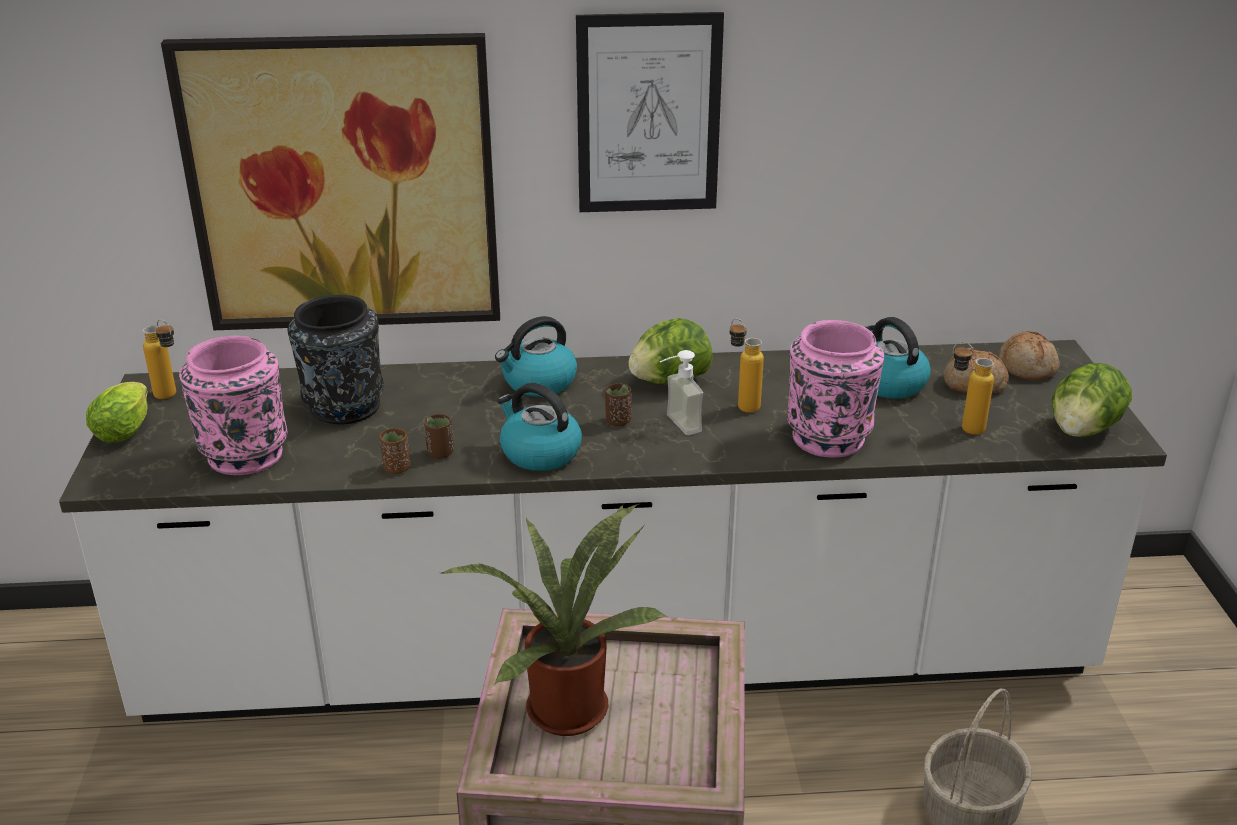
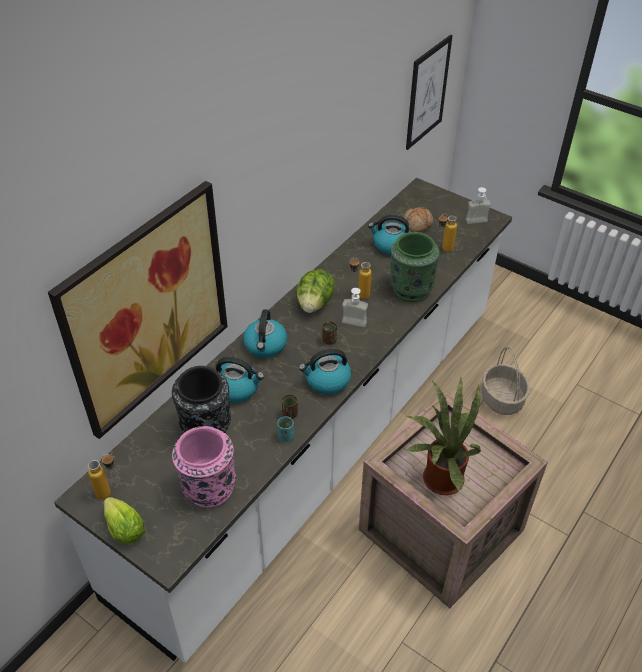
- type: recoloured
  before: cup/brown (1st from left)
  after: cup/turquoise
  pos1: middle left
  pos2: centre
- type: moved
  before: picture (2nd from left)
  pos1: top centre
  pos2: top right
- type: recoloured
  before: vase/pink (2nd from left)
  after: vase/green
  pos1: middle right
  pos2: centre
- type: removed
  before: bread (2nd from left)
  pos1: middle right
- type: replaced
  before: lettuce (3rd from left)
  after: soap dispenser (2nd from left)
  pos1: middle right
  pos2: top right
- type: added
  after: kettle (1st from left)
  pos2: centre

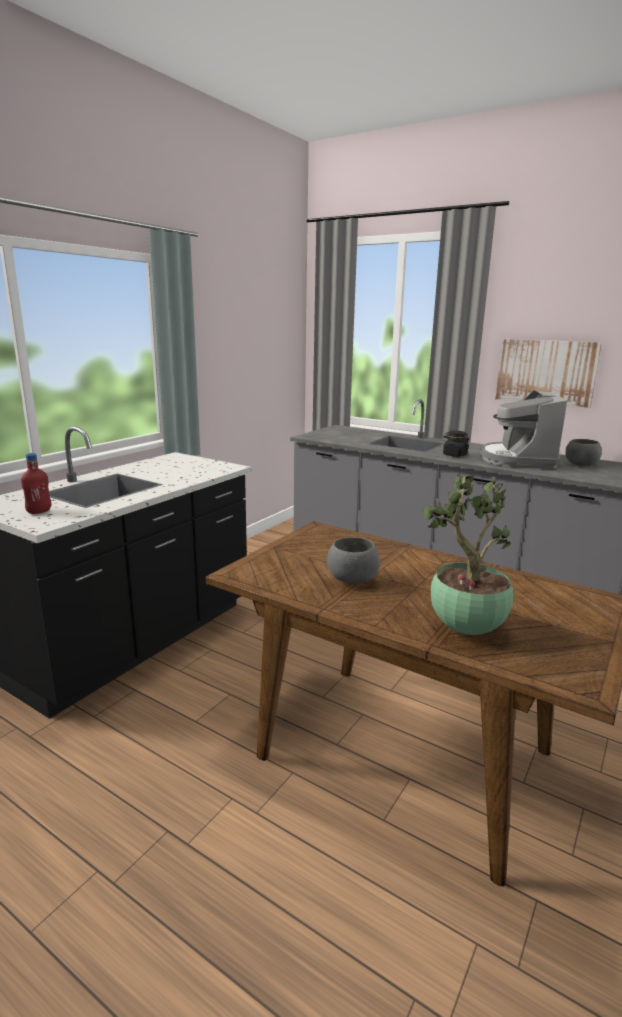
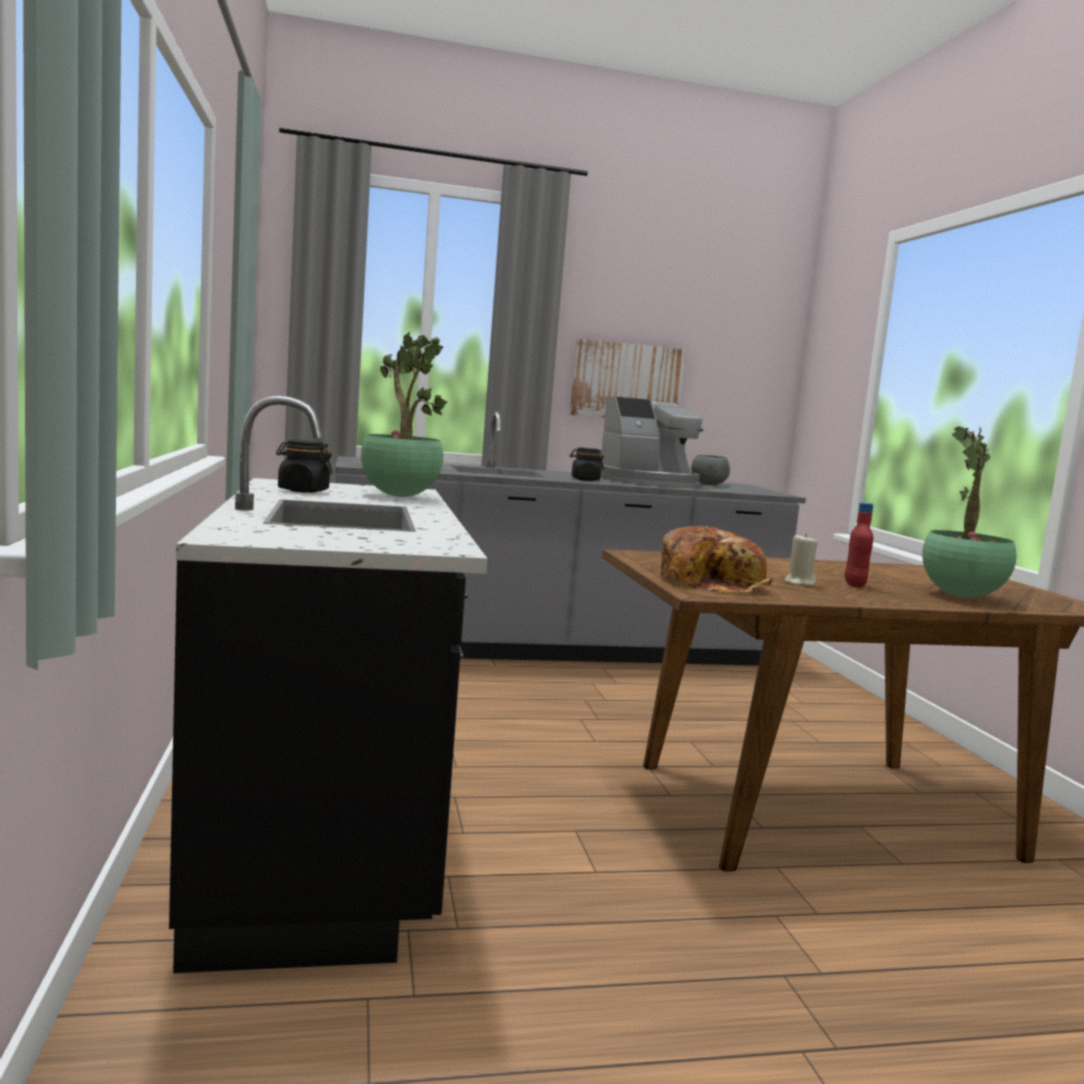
- type: moved
  before: bottle/red
  pos1: middle left
  pos2: middle right
- type: replaced
  before: bowl/grey (1st from left)
  after: candle/beige
  pos1: centre
  pos2: middle right
- type: turned
  before: coffee machine
  pos1: middle right
  pos2: centre
  turn: -75
- type: added
  after: jar/black (1st from left)
  pos2: middle left
- type: added
  after: potted plant (1st from left)
  pos2: centre
- type: added
  after: bread
  pos2: centre

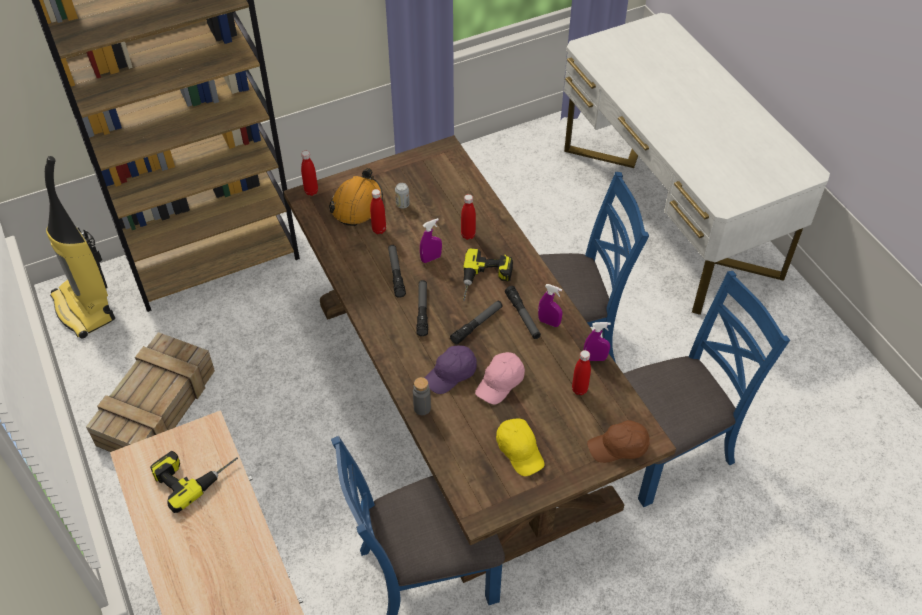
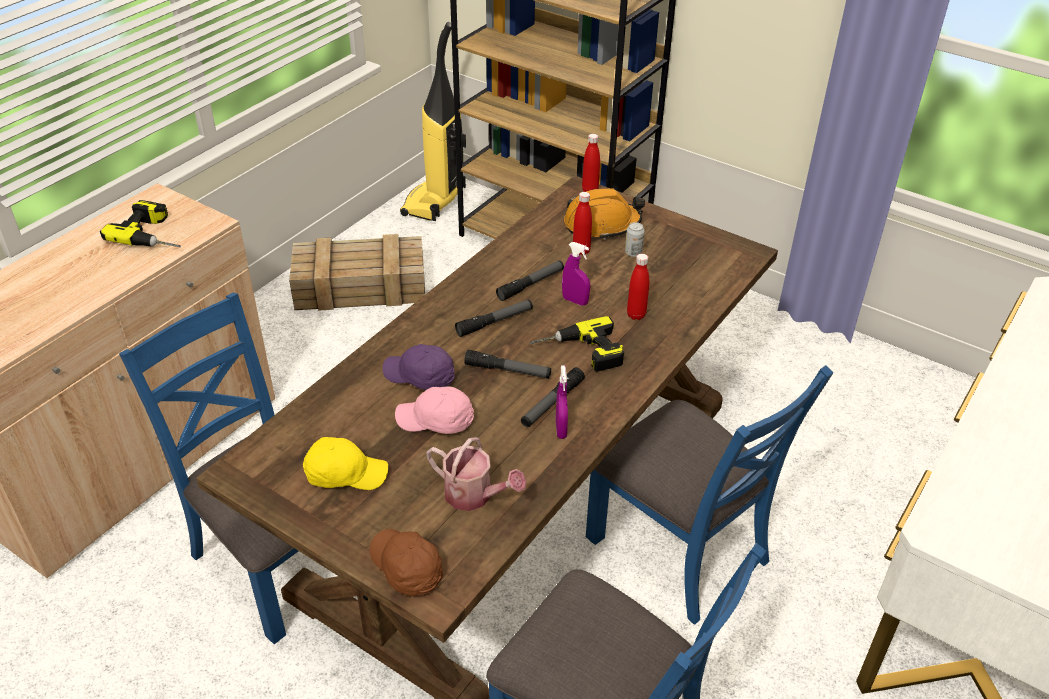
- type: removed
  before: bottle/grey
  pos1: centre
- type: turned
  before: cap/yellow
  pos1: bottom centre
  pos2: middle left
  turn: -120
- type: replaced
  before: bottle/red (4th from left)
  after: watering can
  pos1: centre
  pos2: bottom centre
- type: removed
  before: spray bottle/purple (3rd from left)
  pos1: centre

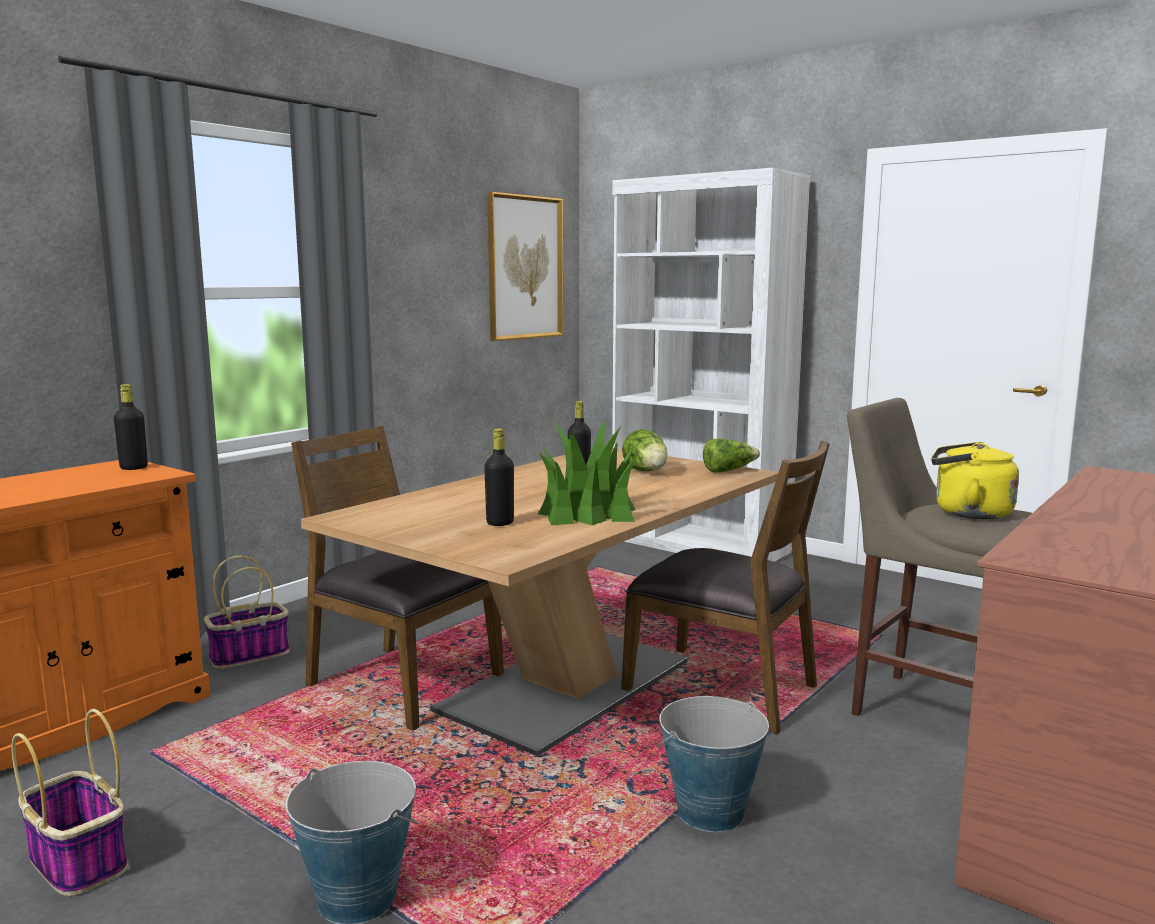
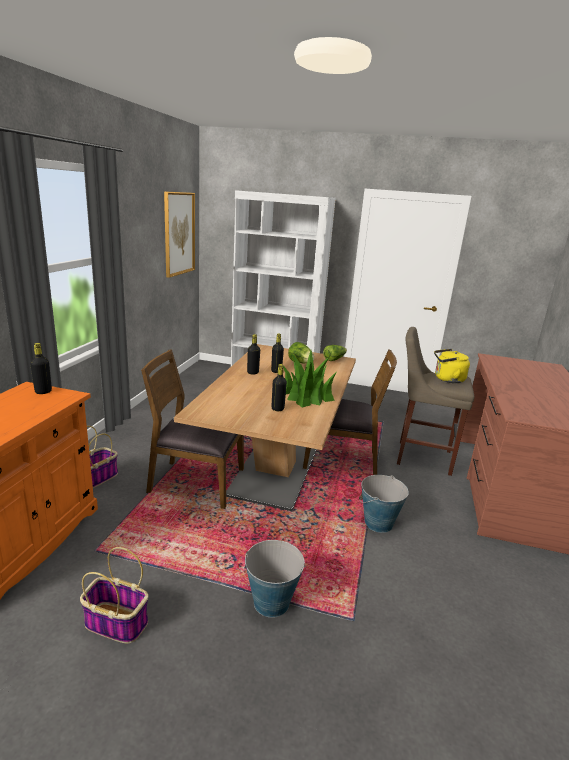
- type: added
  after: bottle/black (2nd from left)
  pos2: centre

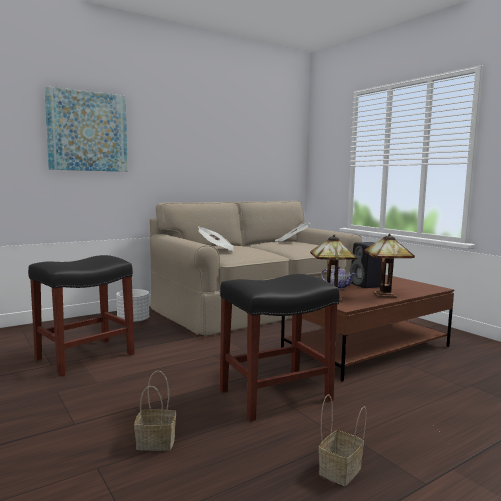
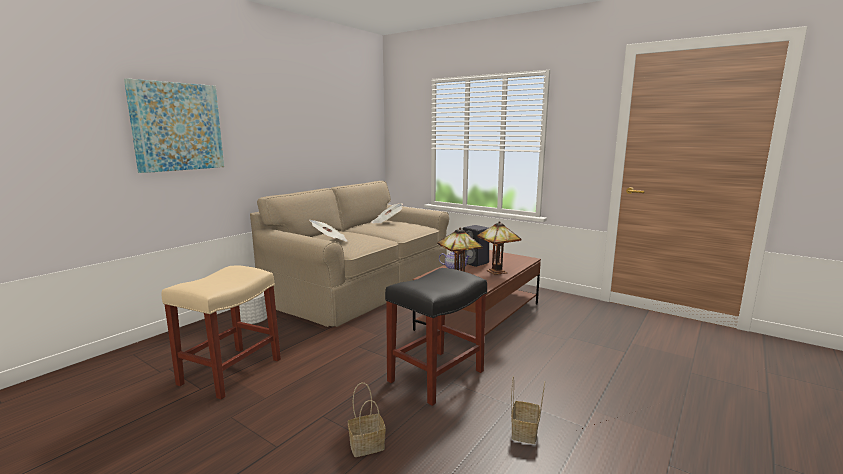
- type: recoloured
  before: stool/black (1st from left)
  after: stool/beige
  pos1: middle left
  pos2: bottom left

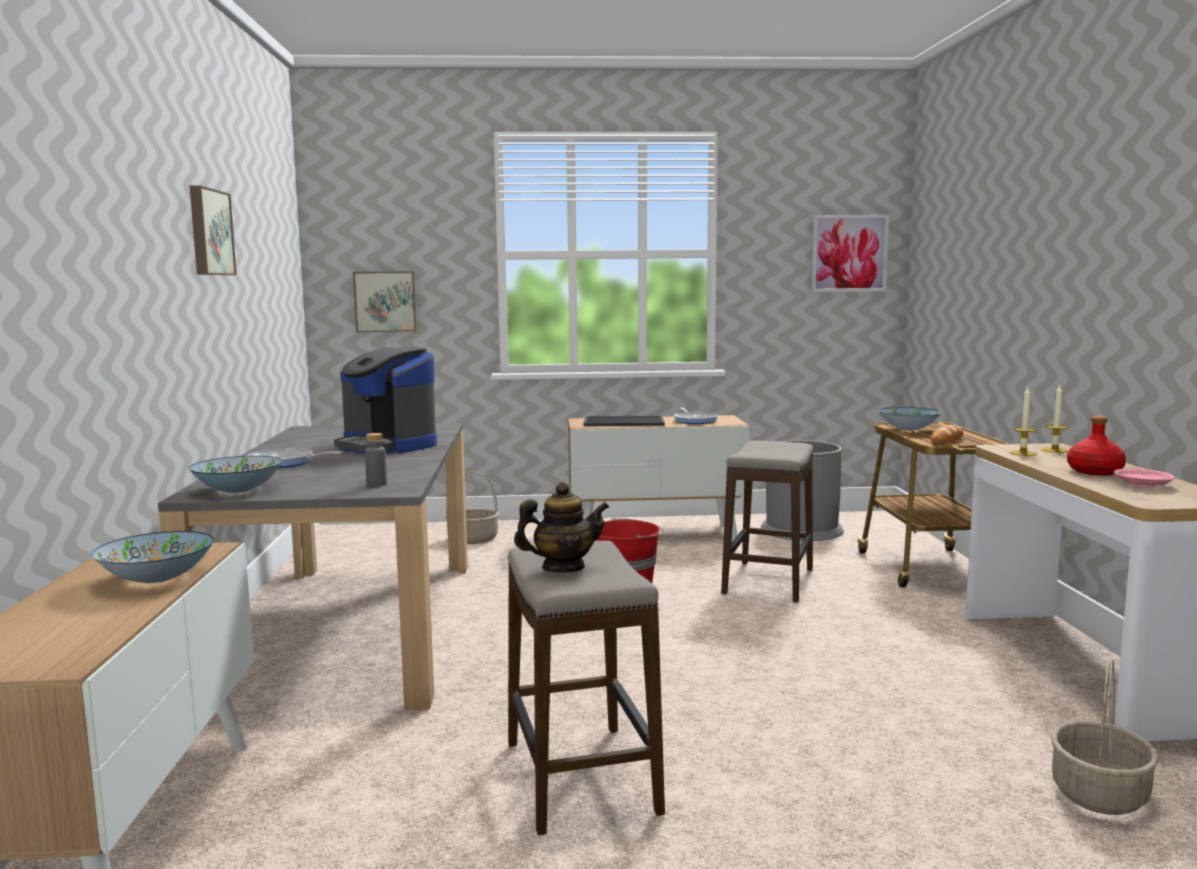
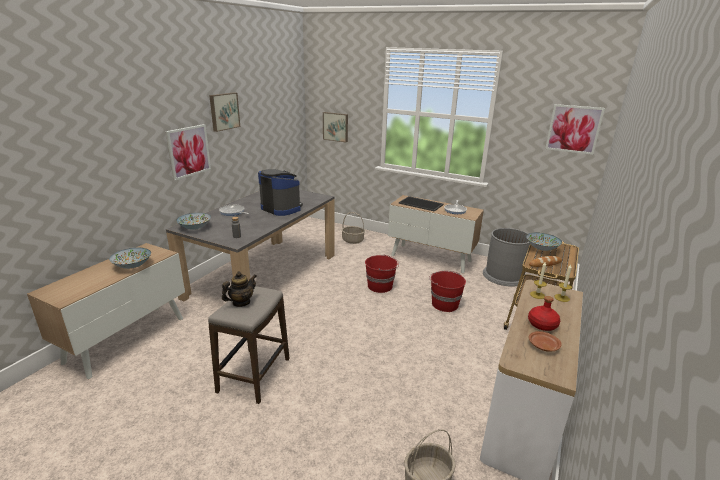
- type: turned
  before: coffee machine
  pos1: middle left
  pos2: centre
  turn: 150
- type: turned
  before: teapot
  pos1: centre
  pos2: middle left
  turn: -60
- type: replaced
  before: stool (2nd from left)
  after: bucket/red (2nd from left)
  pos1: centre
  pos2: centre
- type: recoloured
  before: plate/pink
  after: plate/brown
  pos1: middle right
  pos2: bottom right
- type: added
  after: picture (1st from left)
  pos2: top left

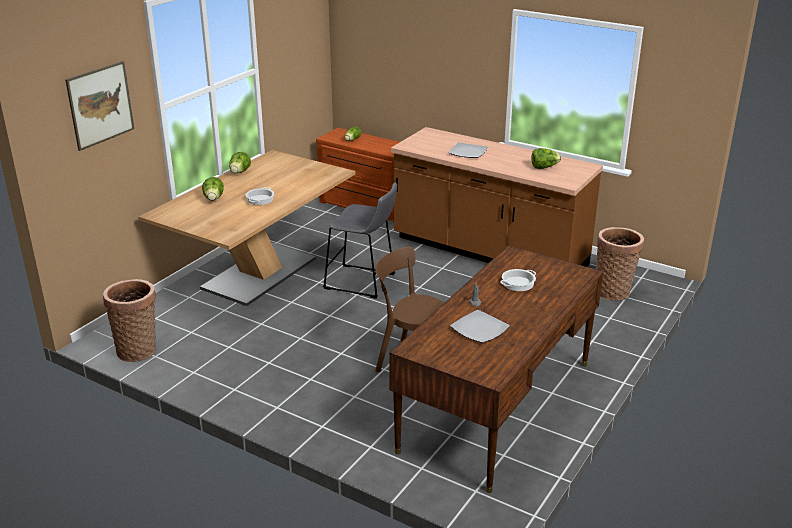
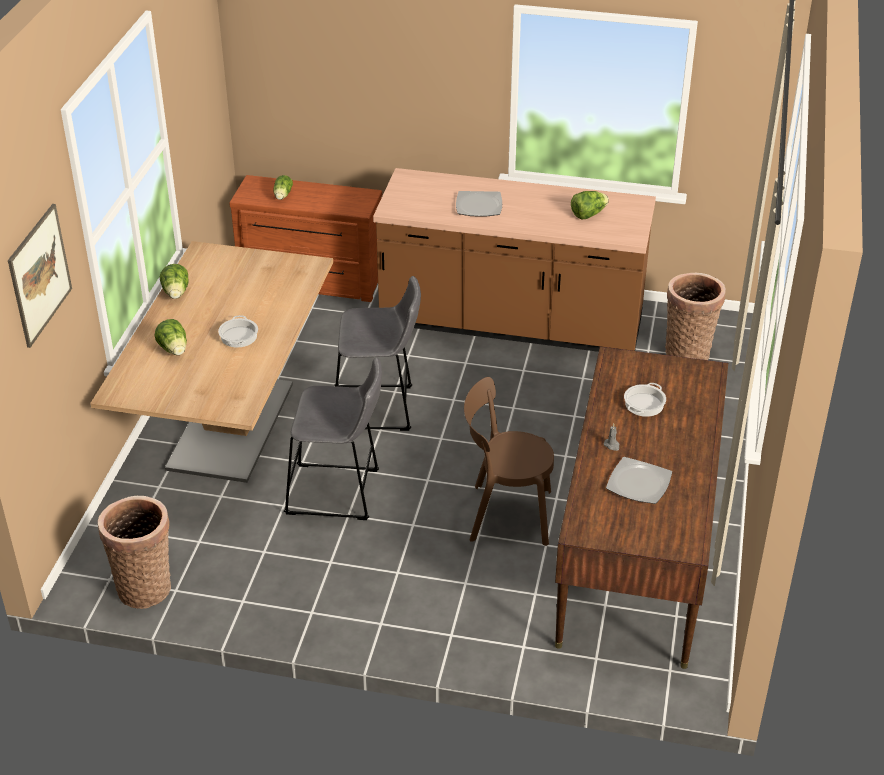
- type: added
  after: stool/grey (1st from left)
  pos2: centre

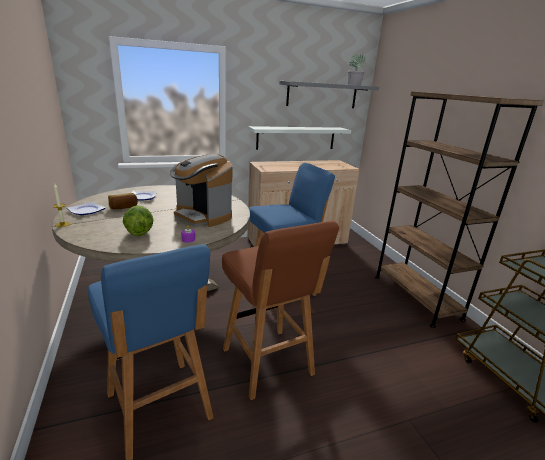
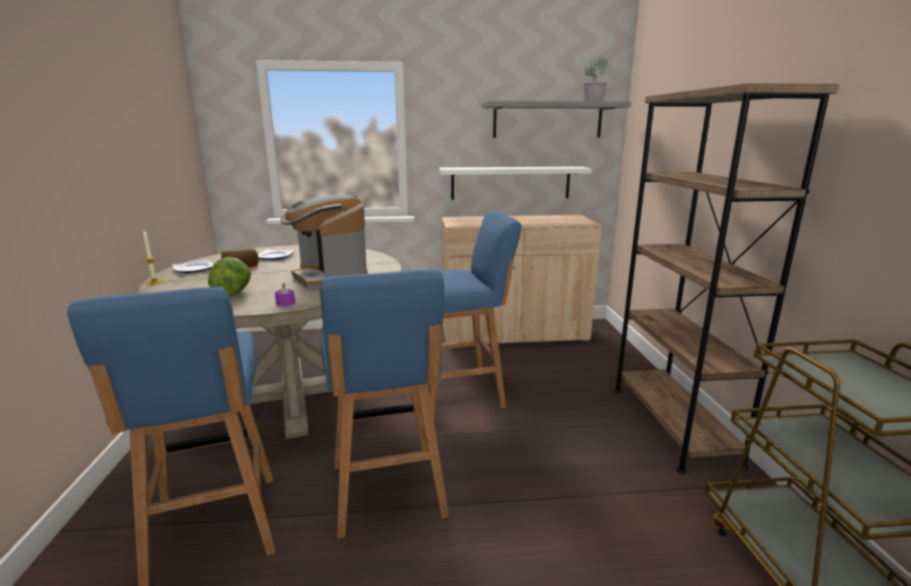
- type: recoloured
  before: stool/brown
  after: stool/blue (2nd from left)
  pos1: bottom centre
  pos2: bottom centre

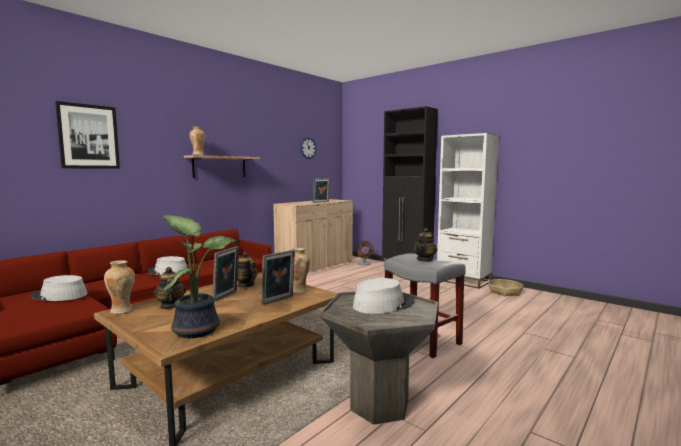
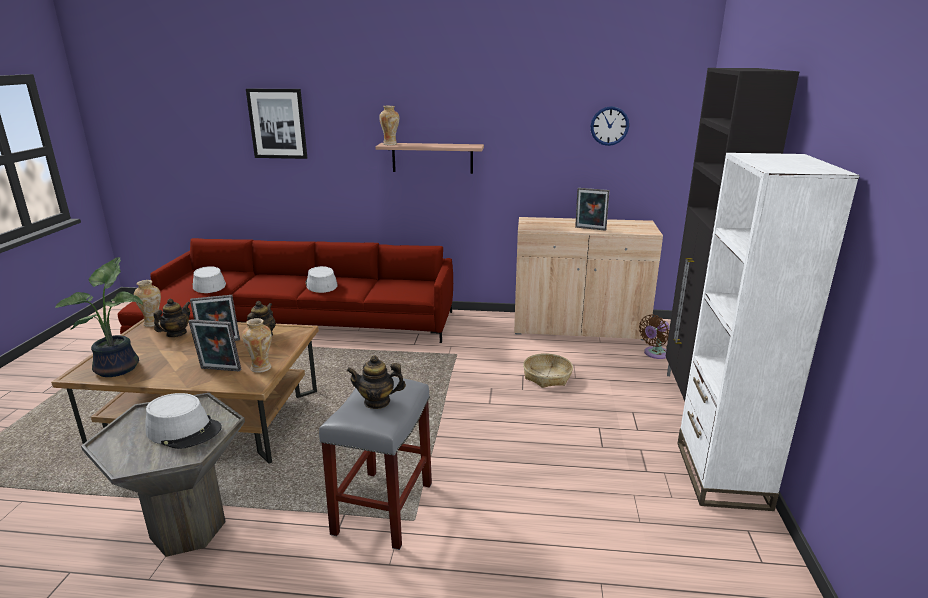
- type: moved
  before: basket
  pos1: middle right
  pos2: centre

